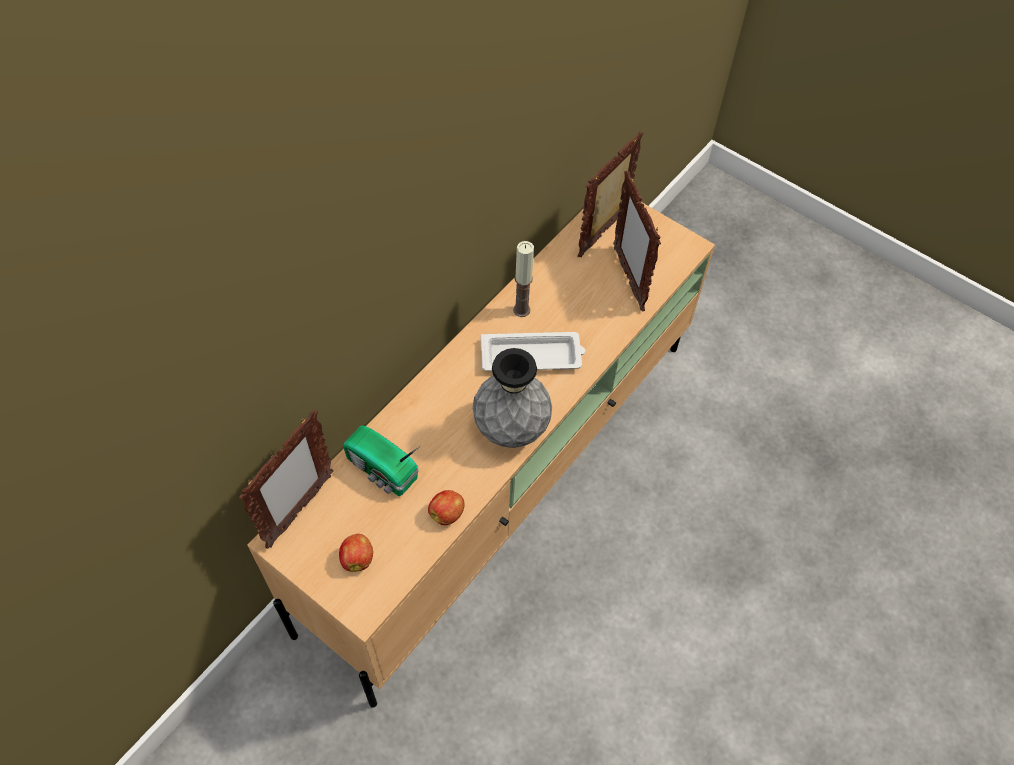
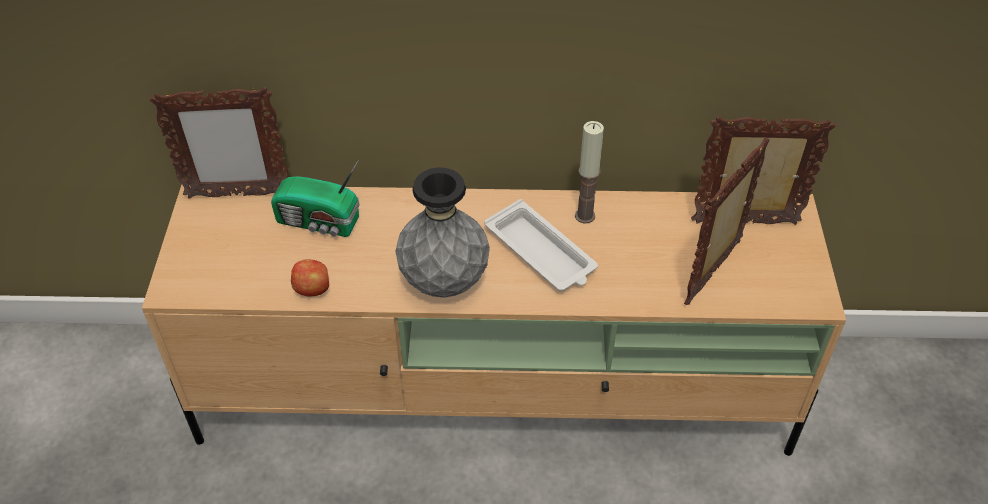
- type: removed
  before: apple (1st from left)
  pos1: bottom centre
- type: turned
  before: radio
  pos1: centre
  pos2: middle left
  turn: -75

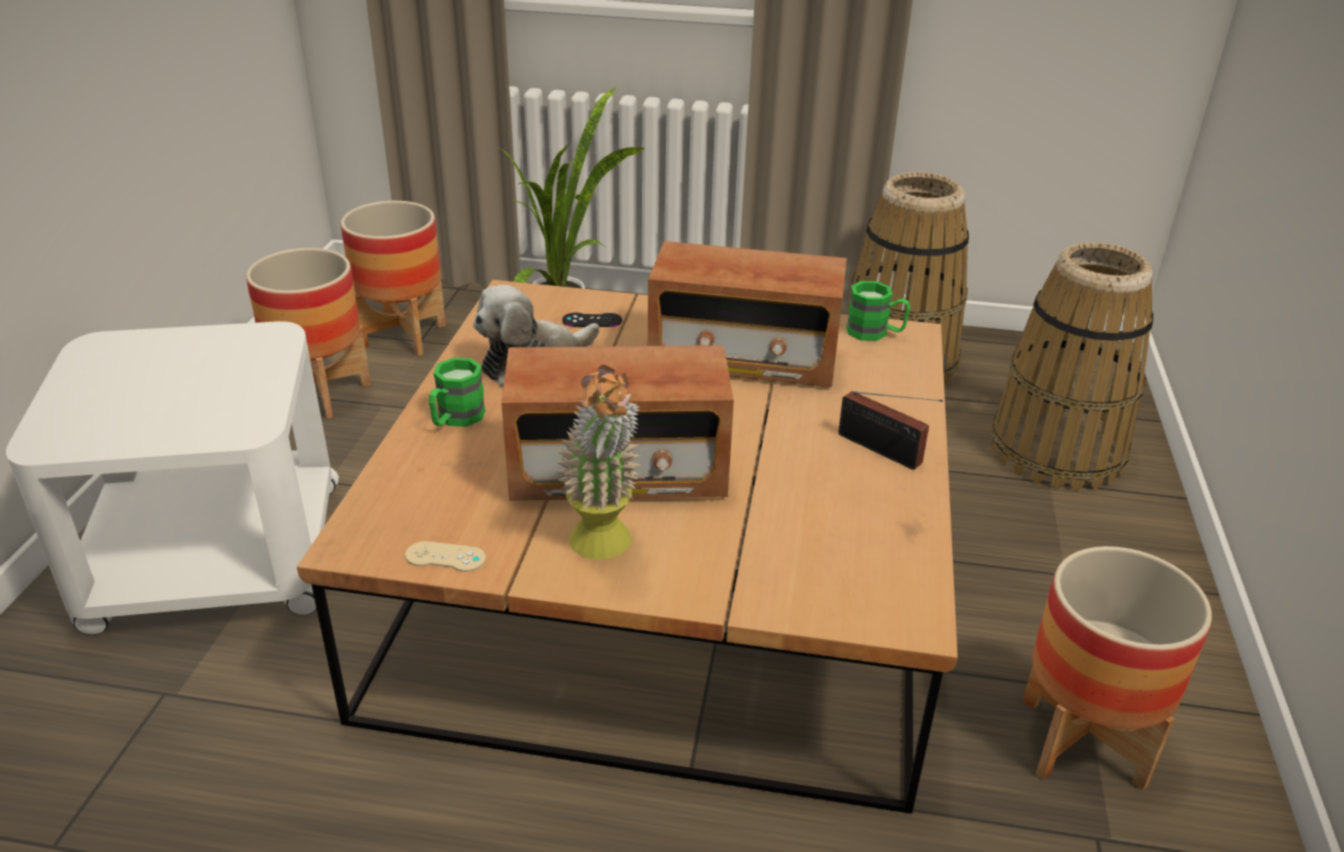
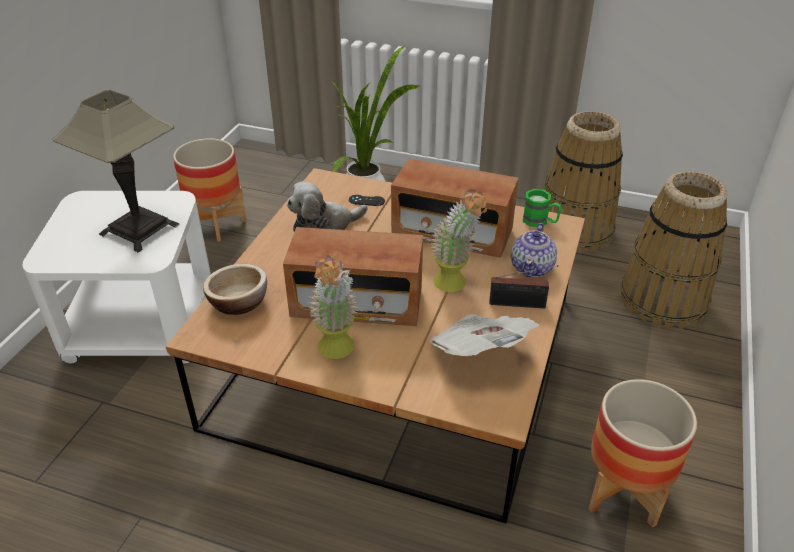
- type: removed
  before: planter (2nd from left)
  pos1: top left
- type: removed
  before: game controller/beige
  pos1: middle left
- type: removed
  before: mug/green (1st from left)
  pos1: centre
- type: turned
  before: radio (3rd from left)
  pos1: centre
  pos2: centre
  turn: -45
- type: added
  after: table lamp
  pos2: top left
- type: added
  after: bowl
  pos2: middle left
- type: added
  after: newspaper
  pos2: centre
- type: added
  after: potted plant (3rd from left)
  pos2: centre
- type: added
  after: teapot
  pos2: middle right

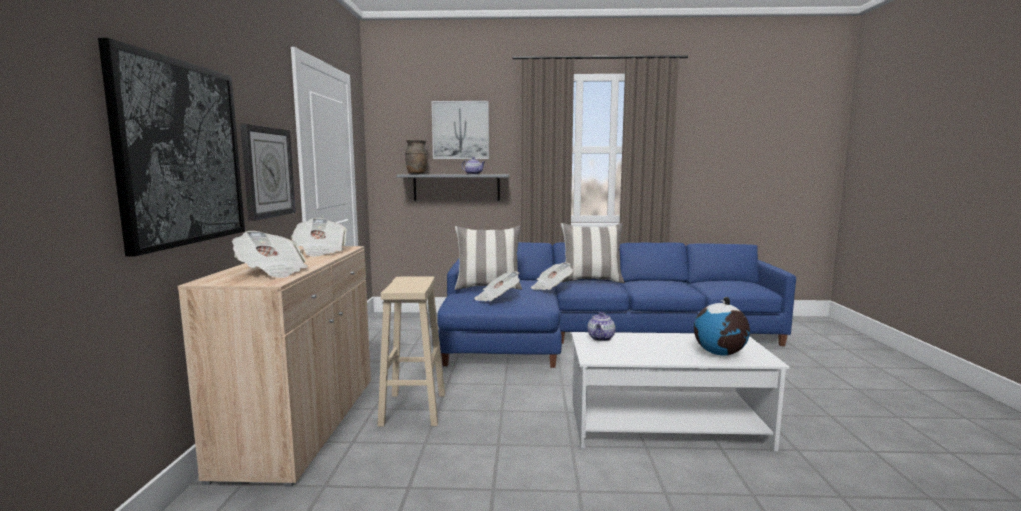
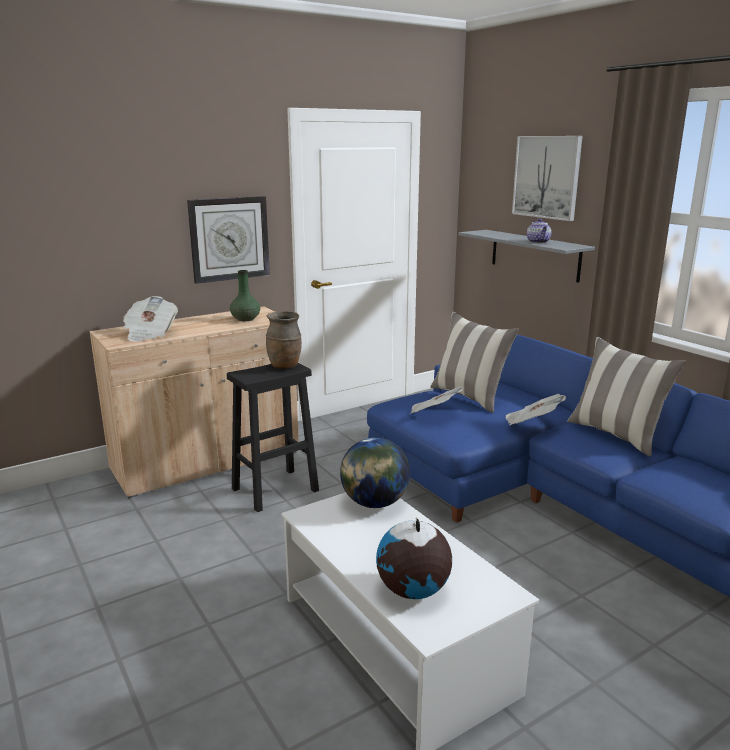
- type: removed
  before: picture (1st from left)
  pos1: top left
- type: replaced
  before: newspaper (2nd from left)
  after: vase/green
  pos1: middle left
  pos2: centre
- type: recoloured
  before: stool/beige
  after: stool/black
  pos1: bottom centre
  pos2: centre
- type: moved
  before: vase/brown
  pos1: top centre
  pos2: centre
- type: replaced
  before: teapot (2nd from left)
  after: globe (1st from left)
  pos1: centre
  pos2: centre

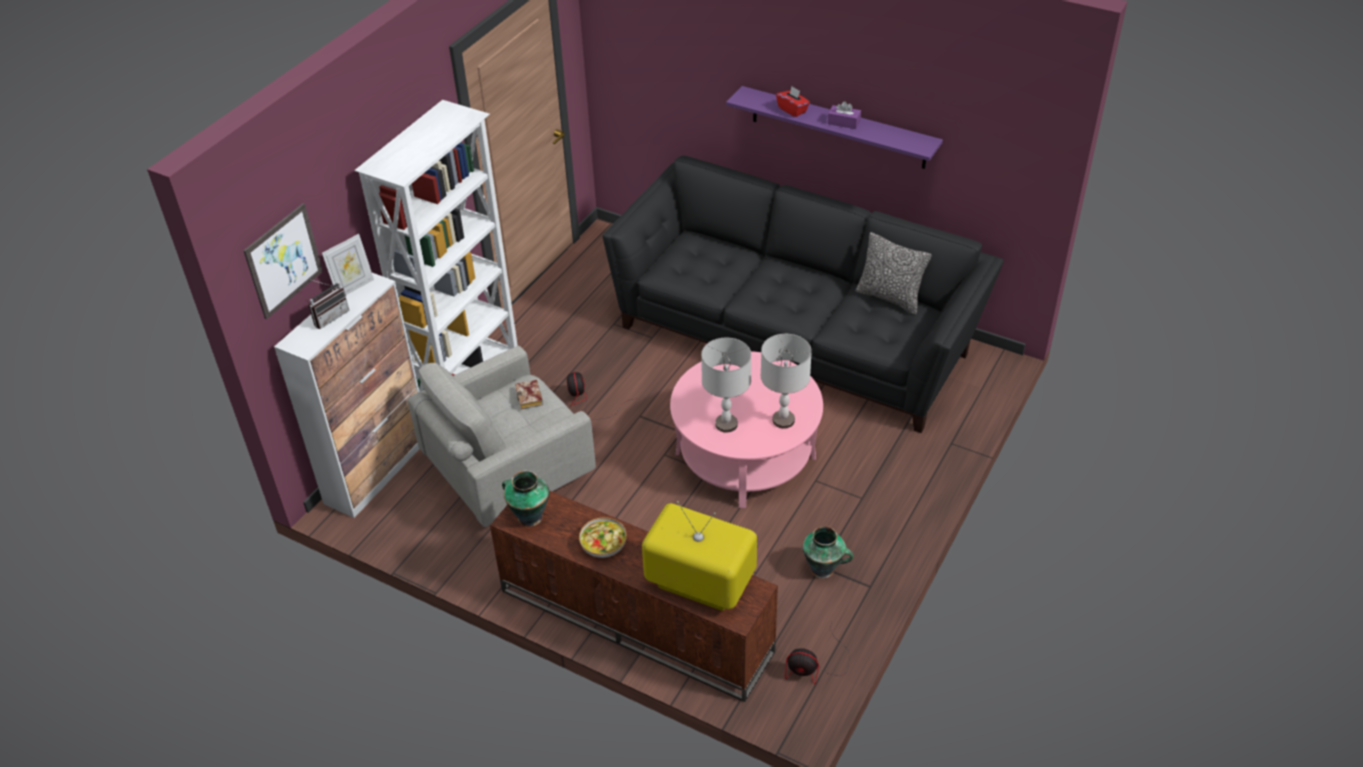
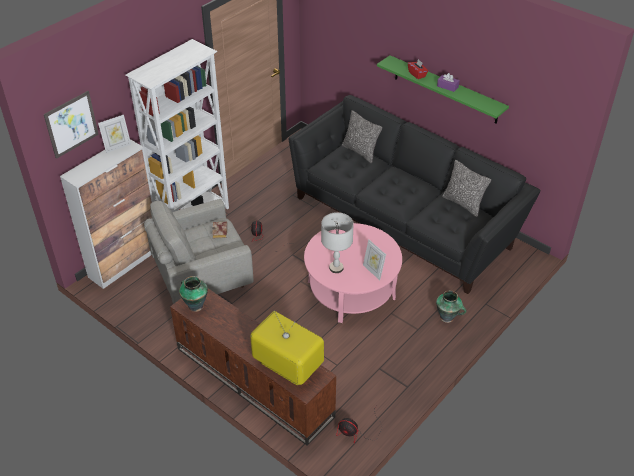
- type: removed
  before: radio
  pos1: middle left
- type: removed
  before: bowl
  pos1: bottom centre
- type: recoloured
  before: shelf/purple
  after: shelf/green
  pos1: top centre
  pos2: top right
- type: replaced
  before: table lamp/grey (2nd from left)
  after: picture frame (2nd from left)
  pos1: centre
  pos2: centre
- type: moved
  before: vase (2nd from left)
  pos1: bottom centre
  pos2: middle right
- type: added
  after: pillow (1st from left)
  pos2: top centre

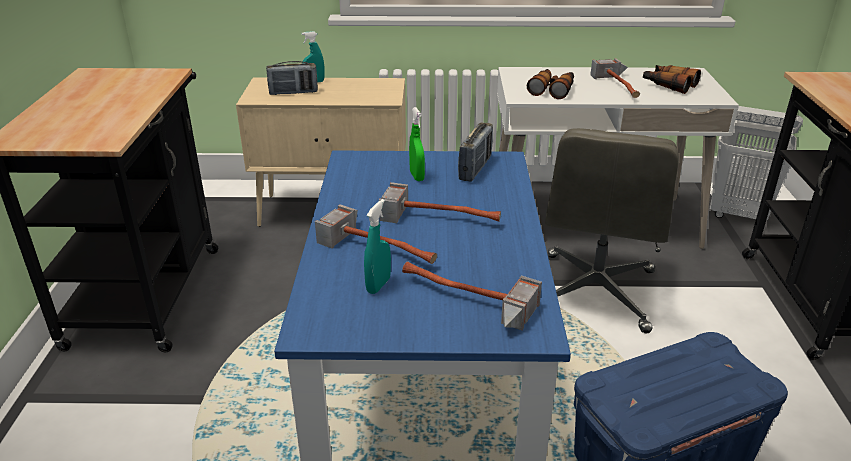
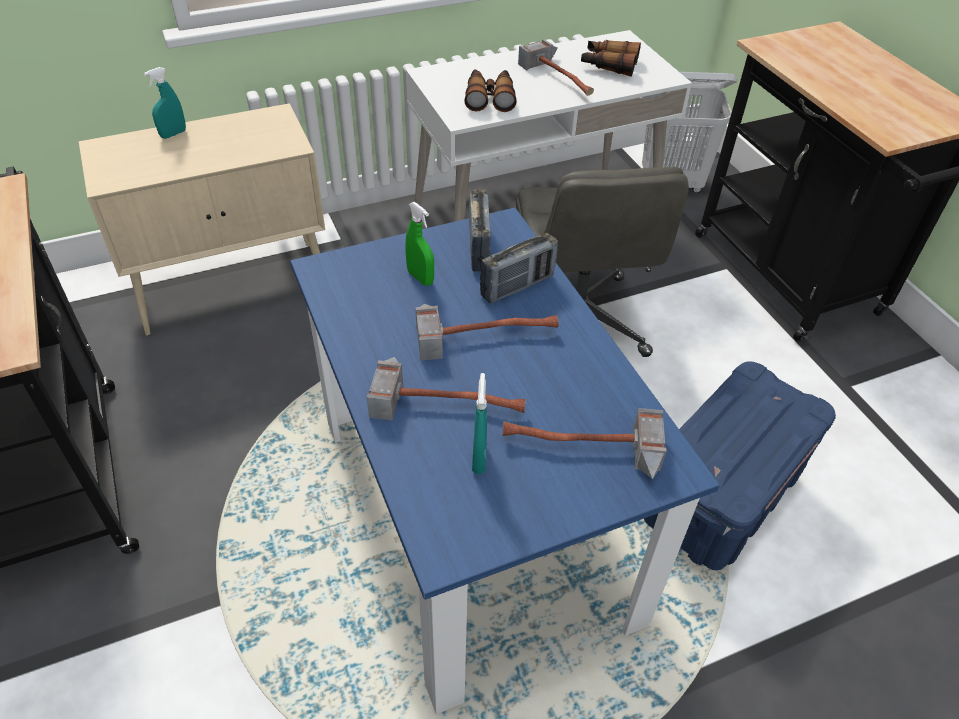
- type: moved
  before: radio (1st from left in the first image)
  after: radio (2nd from left)
  pos1: top centre
  pos2: centre

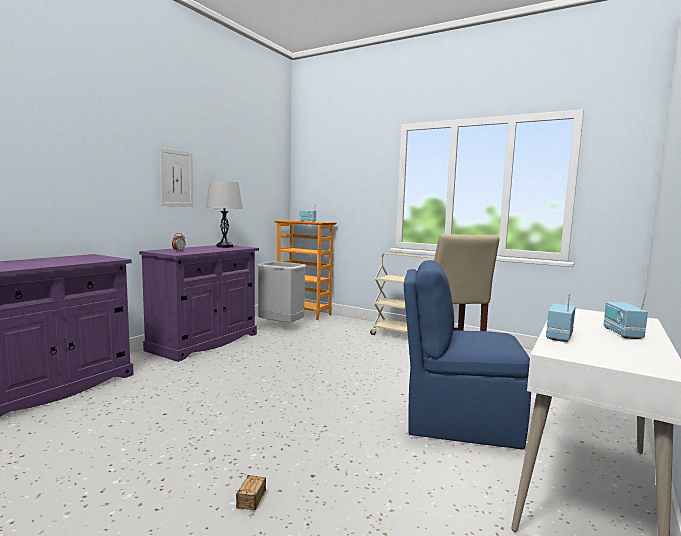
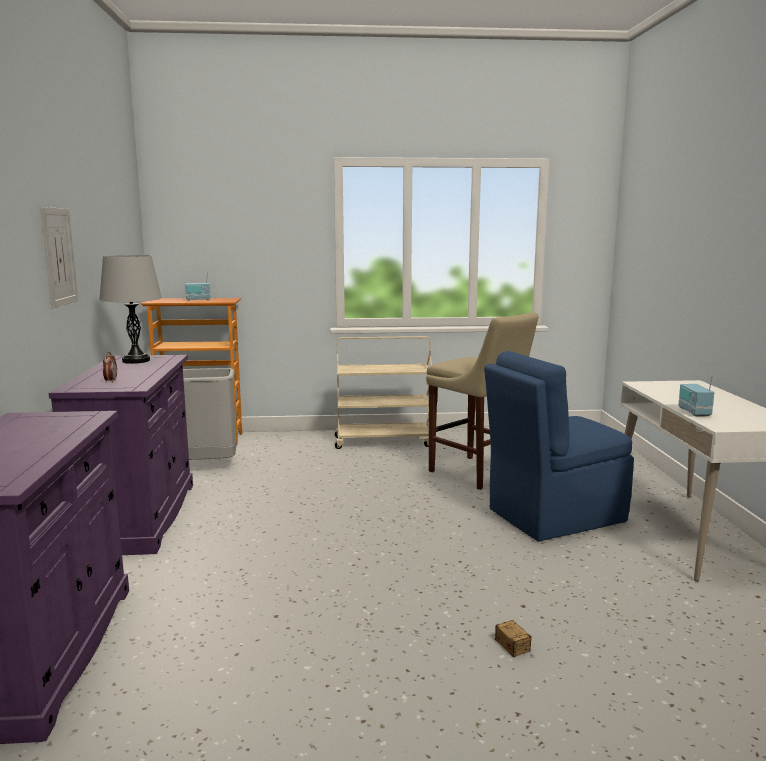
- type: removed
  before: radio (3rd from left)
  pos1: middle right

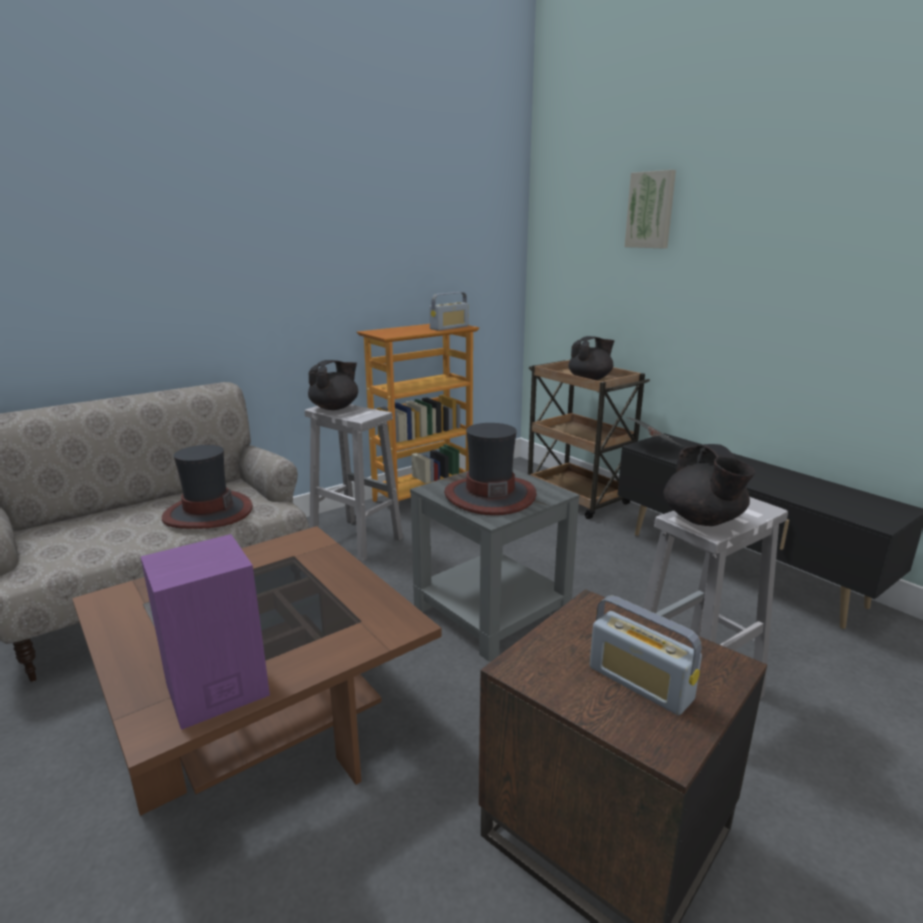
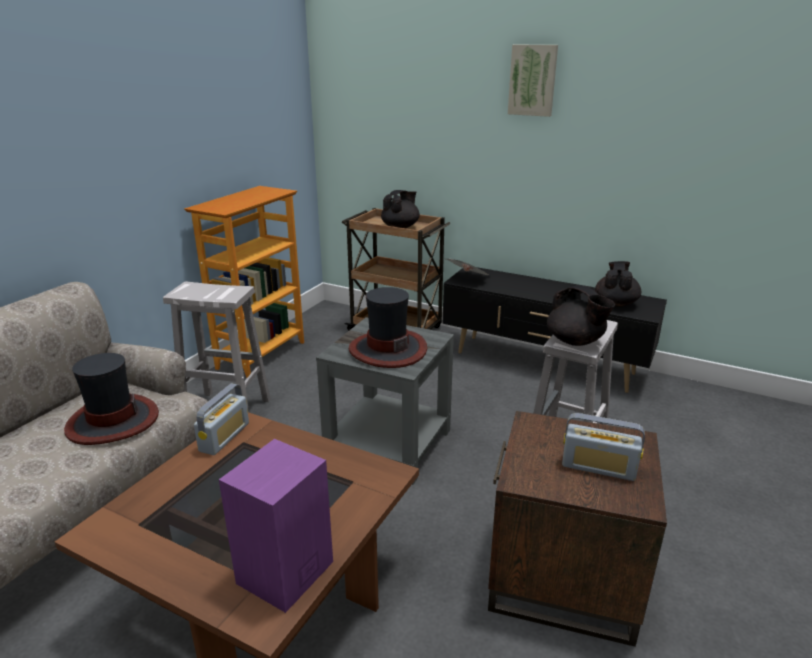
- type: moved
  before: teapot/black (1st from left in the first image)
  after: teapot/black (3rd from left)
  pos1: centre
  pos2: middle right
- type: moved
  before: radio (1st from left)
  pos1: centre
  pos2: middle left
- type: moved
  before: picture
  pos1: top right
  pos2: top centre

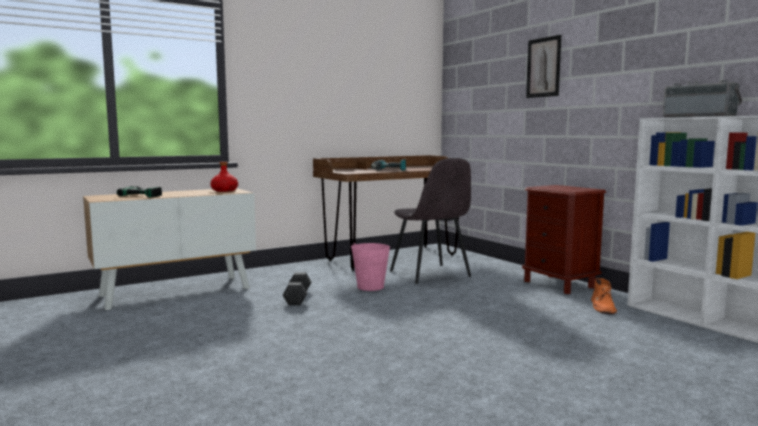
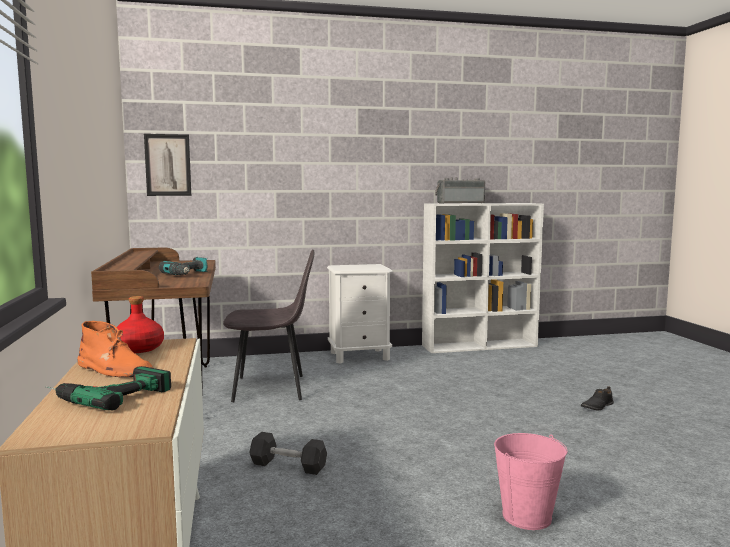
- type: moved
  before: bucket/pink
  pos1: centre
  pos2: bottom right
- type: recoloured
  before: nightstand/brown
  after: nightstand/white
  pos1: middle right
  pos2: centre
- type: moved
  before: picture
  pos1: top right
  pos2: top left
- type: moved
  before: boot/orange
  pos1: bottom right
  pos2: middle left
- type: added
  after: shoe/black
  pos2: bottom right

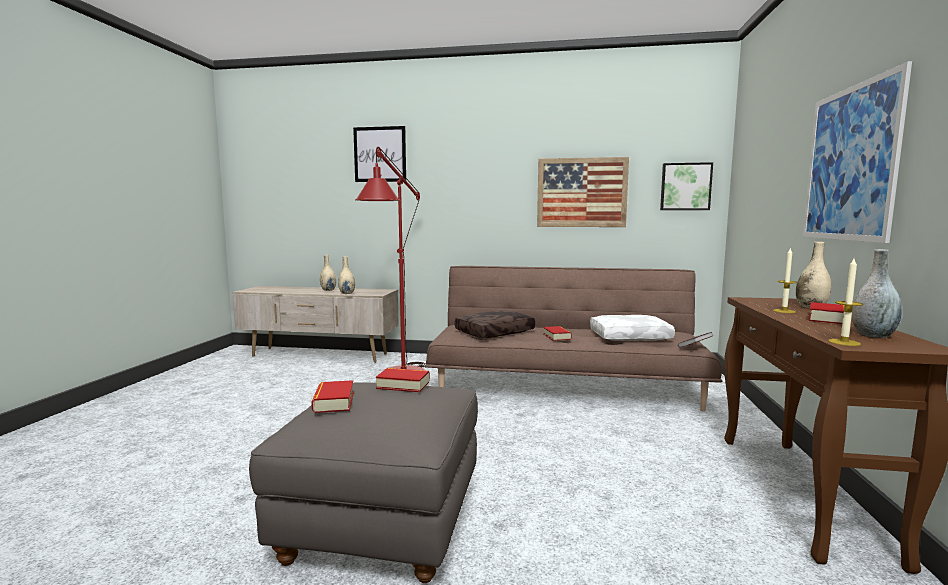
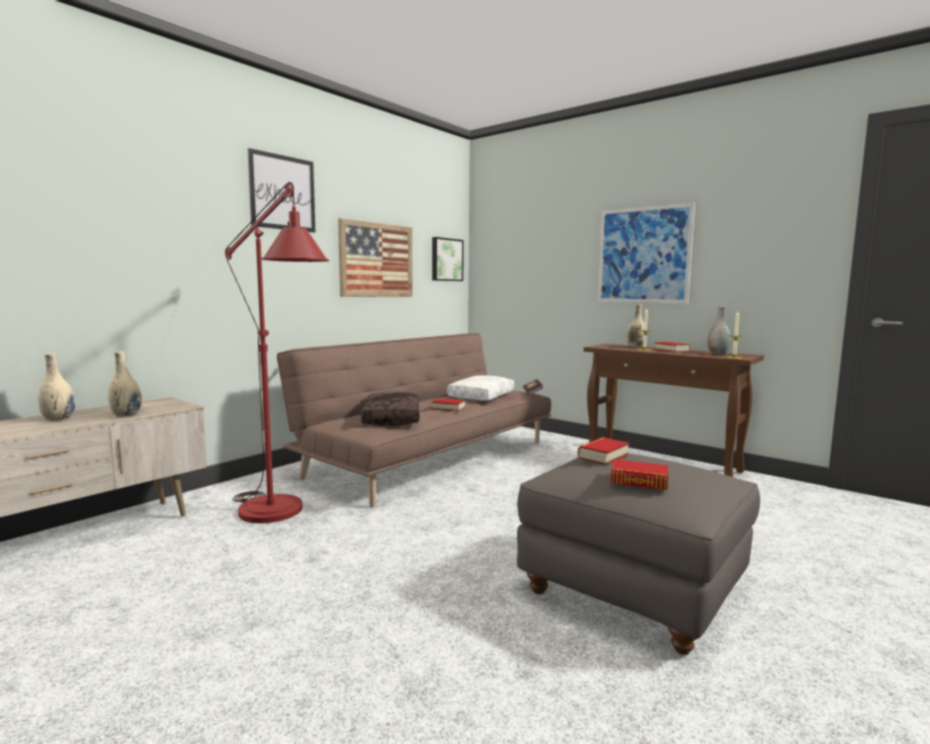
- type: moved
  before: picture (1st from left)
  pos1: top centre
  pos2: top left

